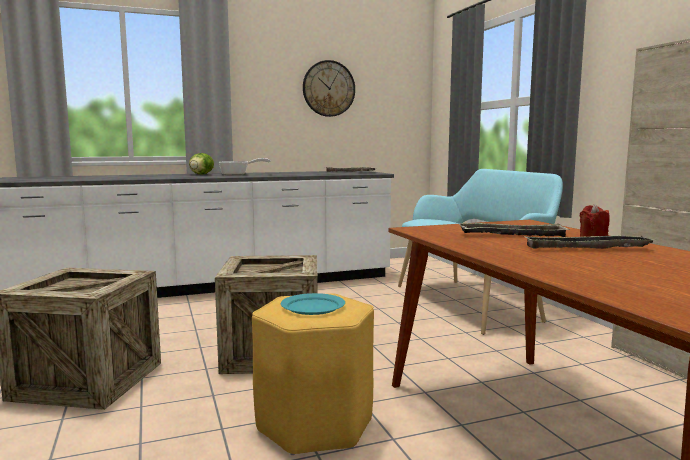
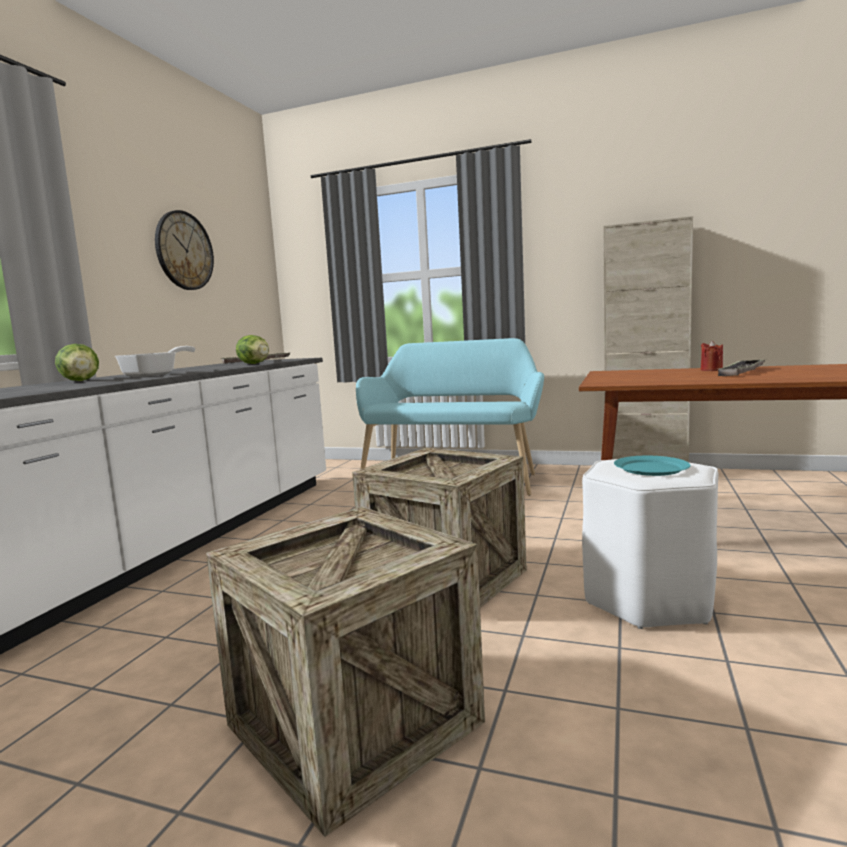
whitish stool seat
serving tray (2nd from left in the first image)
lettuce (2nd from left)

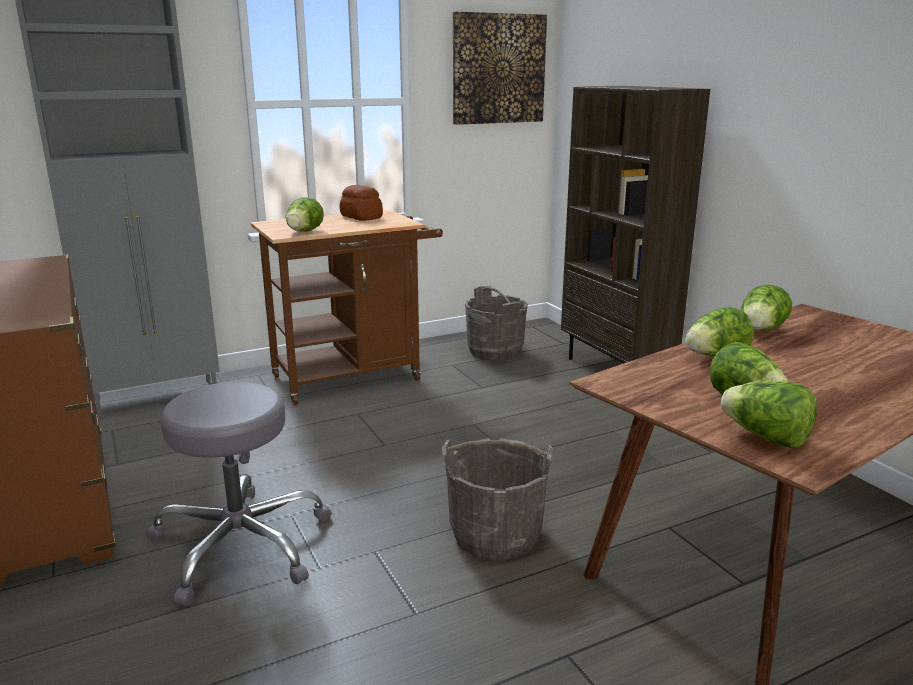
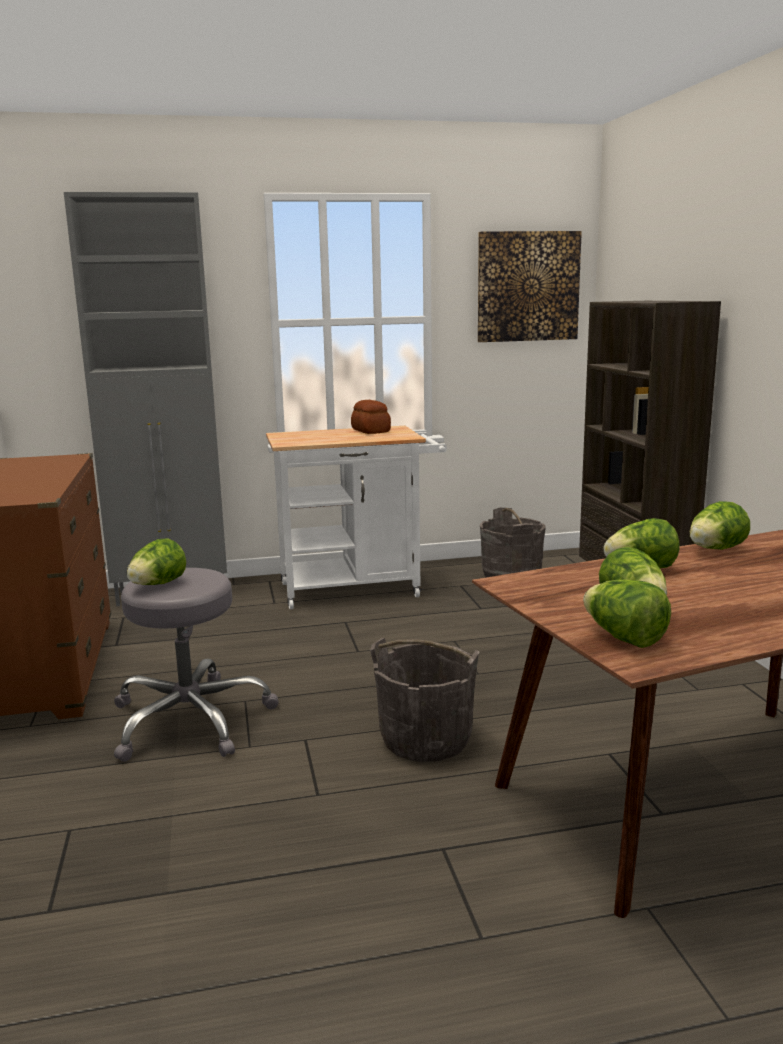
whitish cart
lettuce (1st from left)

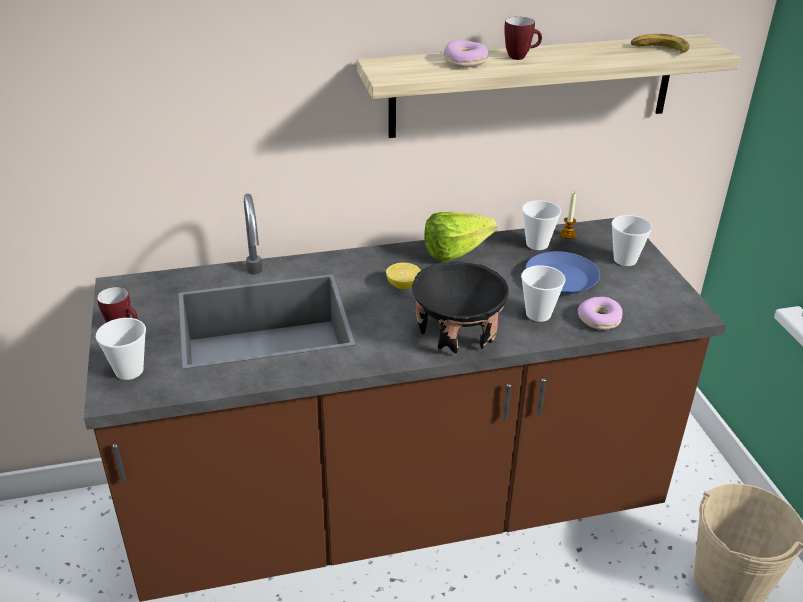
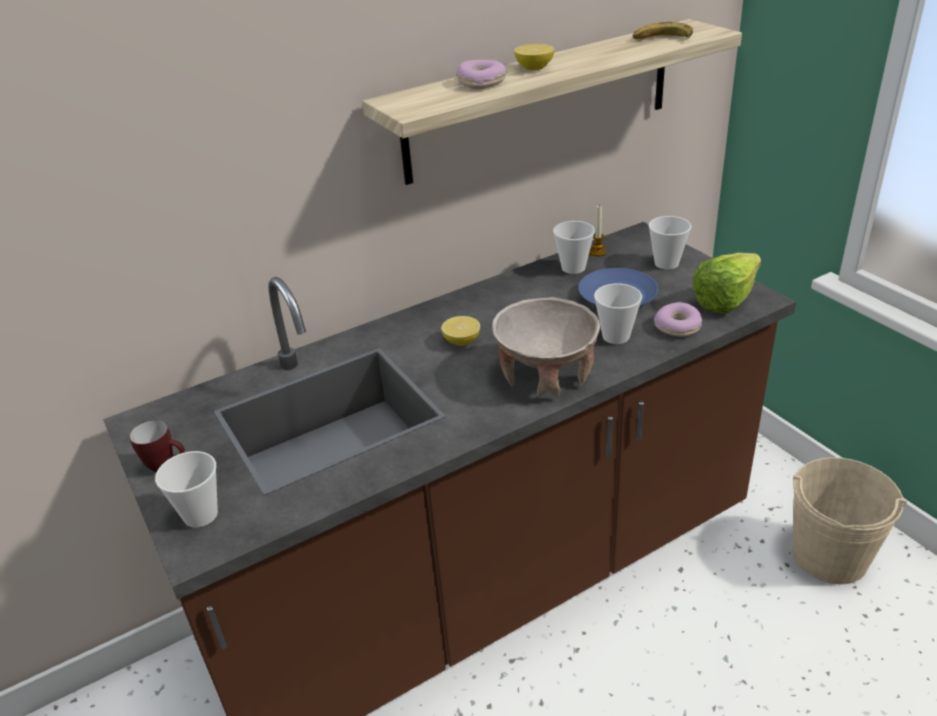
beige-coloured deep dish
lettuce
lemon (2nd from left)

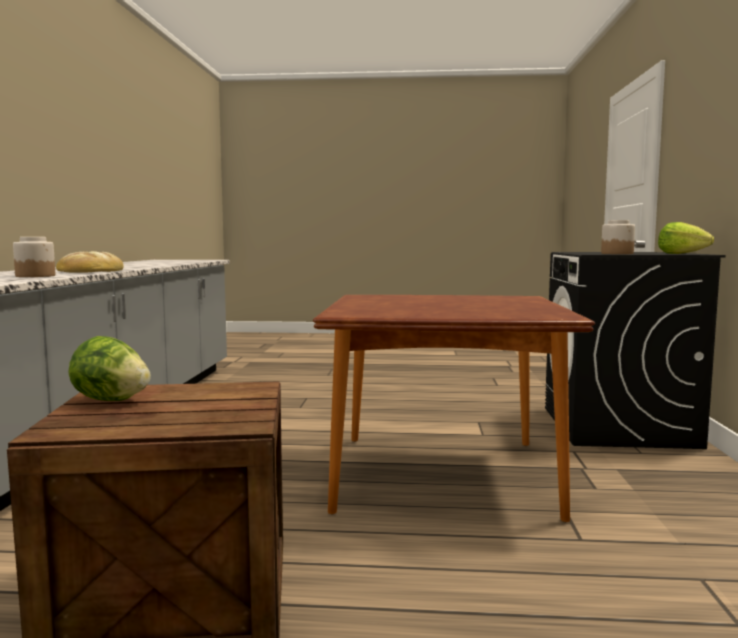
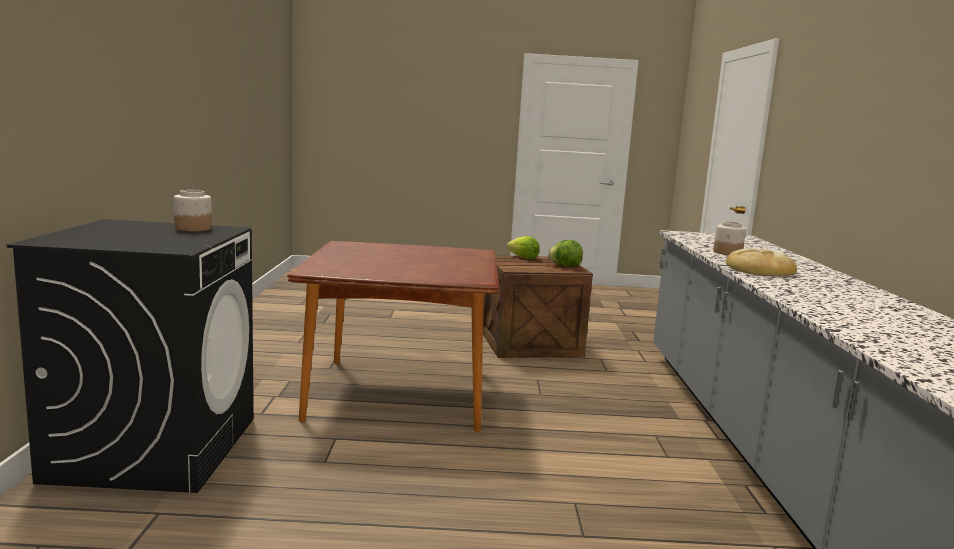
lettuce (1st from left)

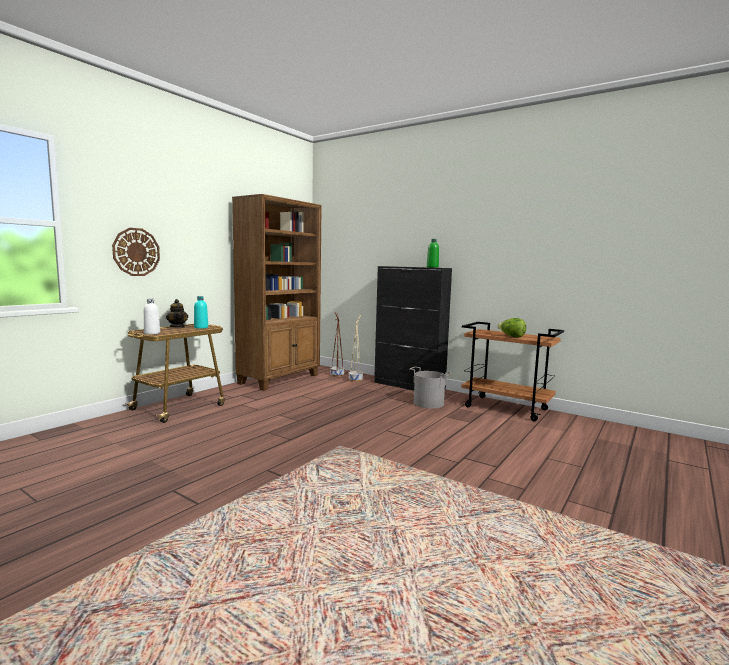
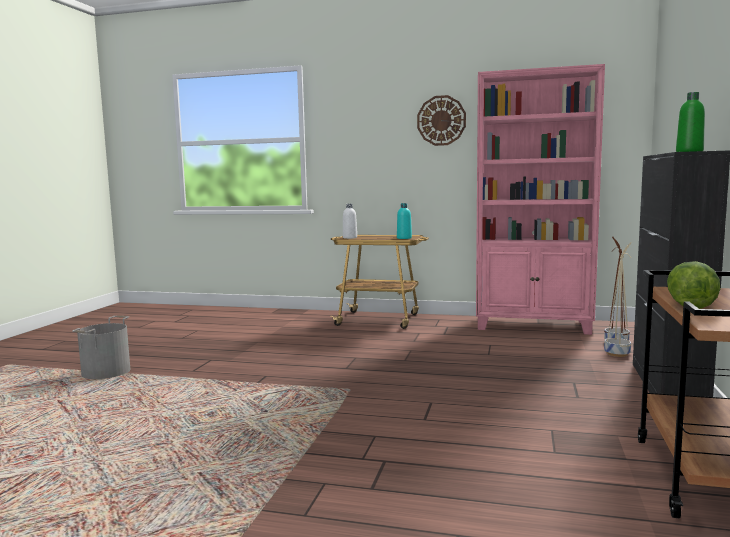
hanging clock
teapot
pinkish bookshelf
greyish water bucket

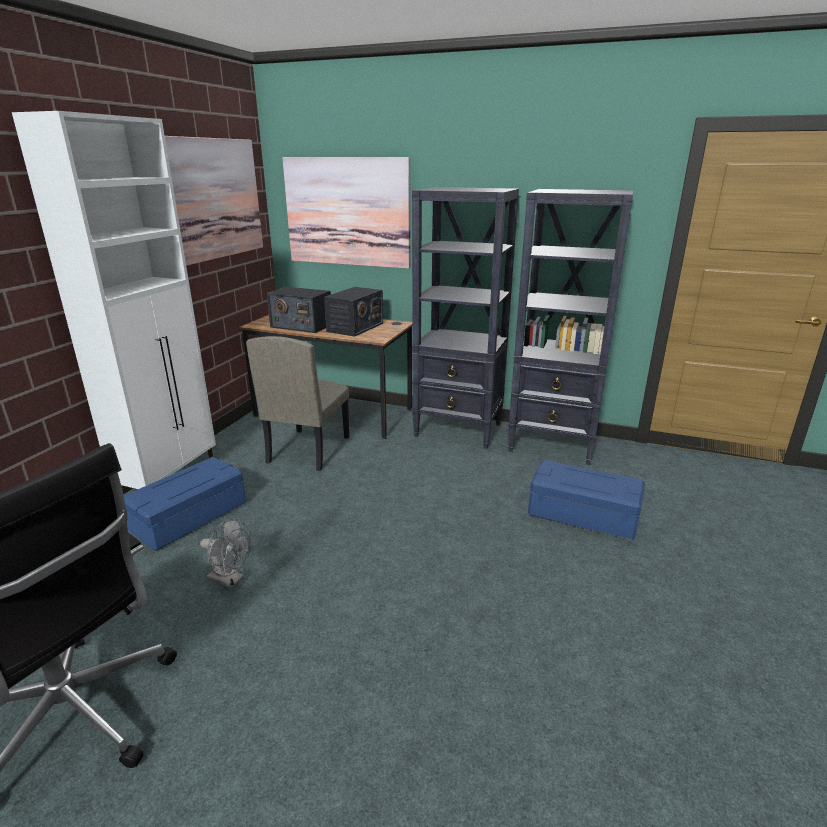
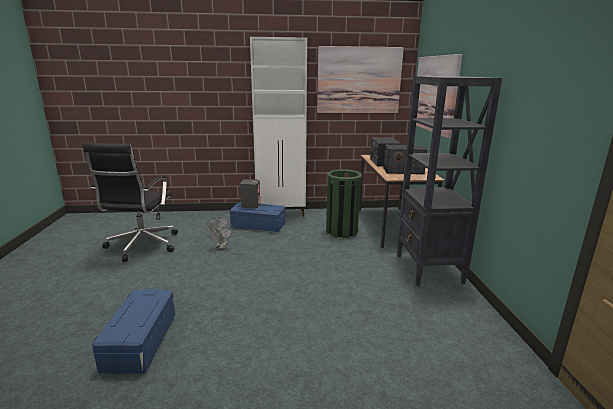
green-coloured trash can
black bookshelf (2nd from left in the first image)
bluish storage box (1st from left)
greyish audio speaker

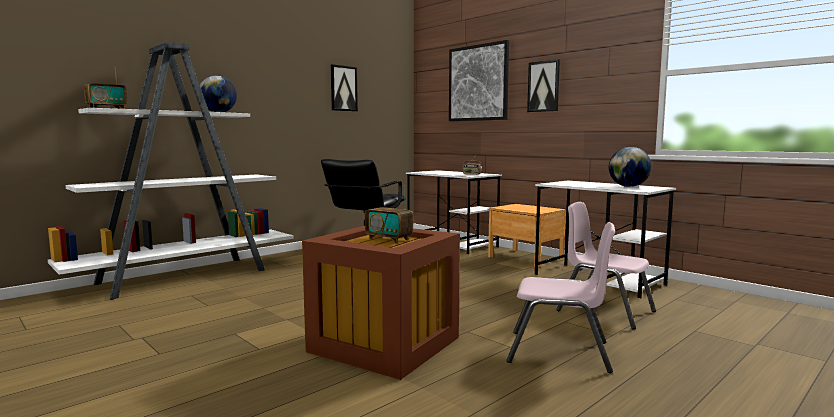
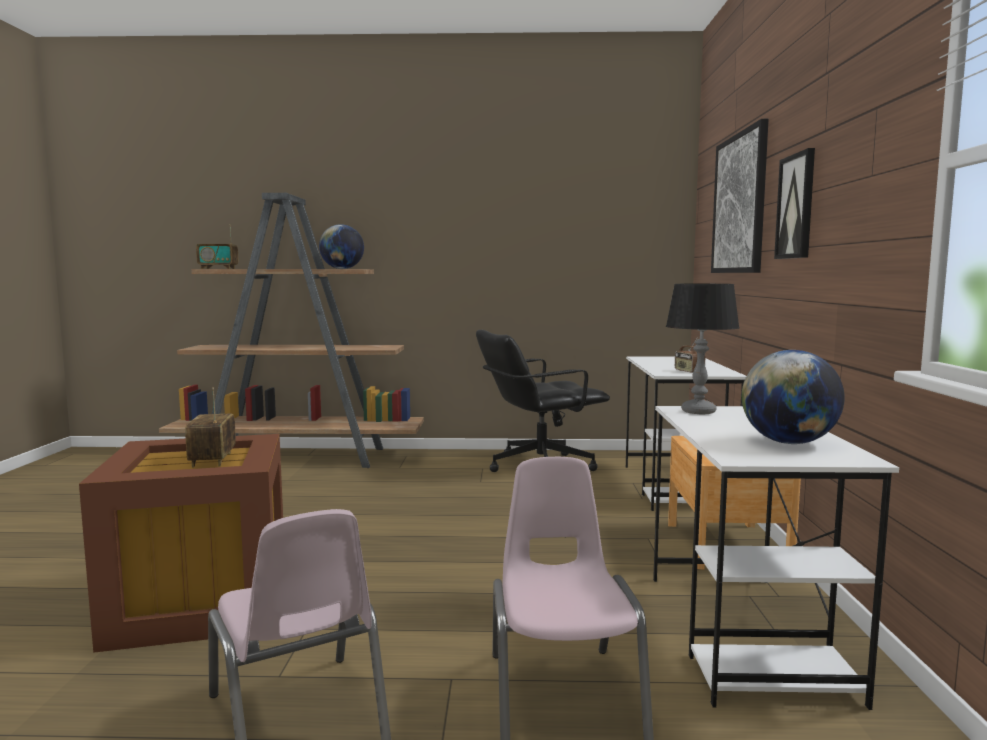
brown-coloured bookshelf
picture (1st from left in the first image)
table lamp

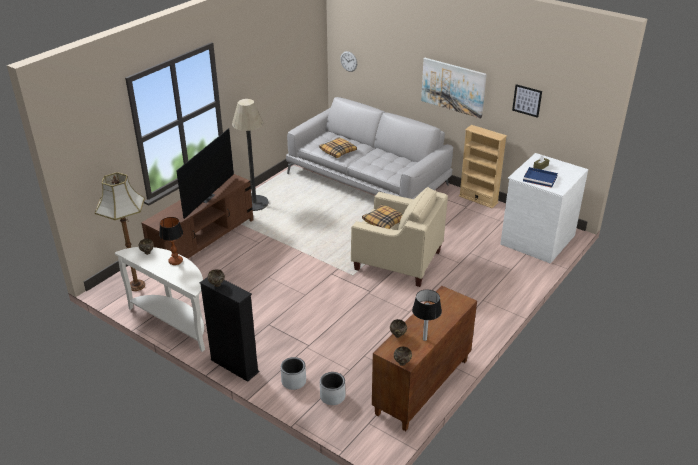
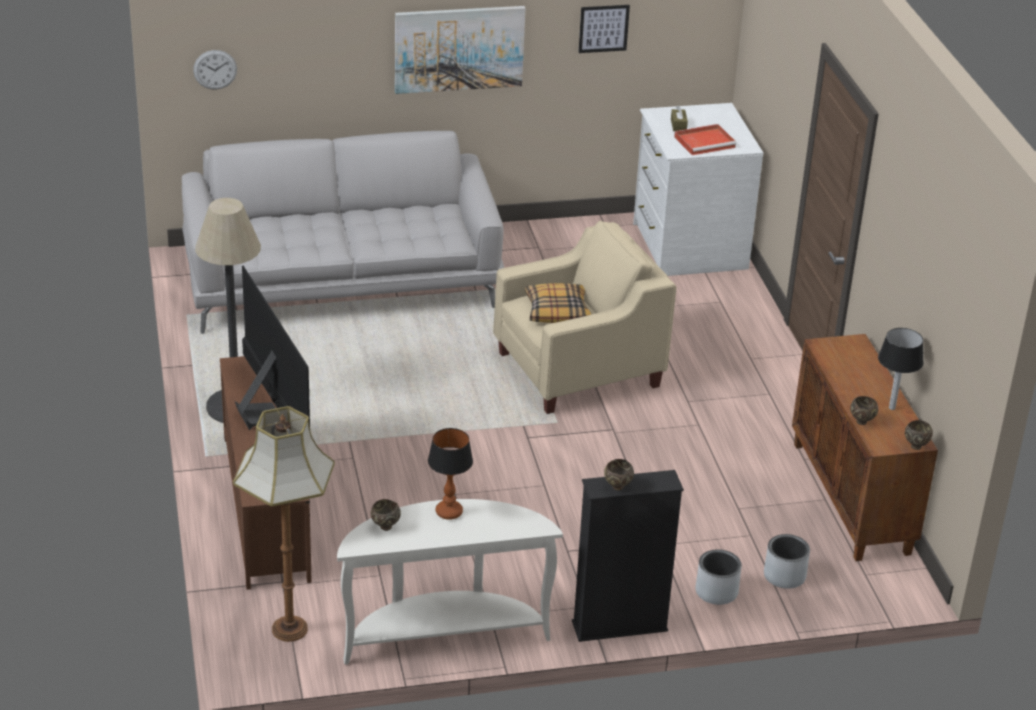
cushion (1st from left in the first image)
beige-coloured bookshelf
red-coloured serving tray

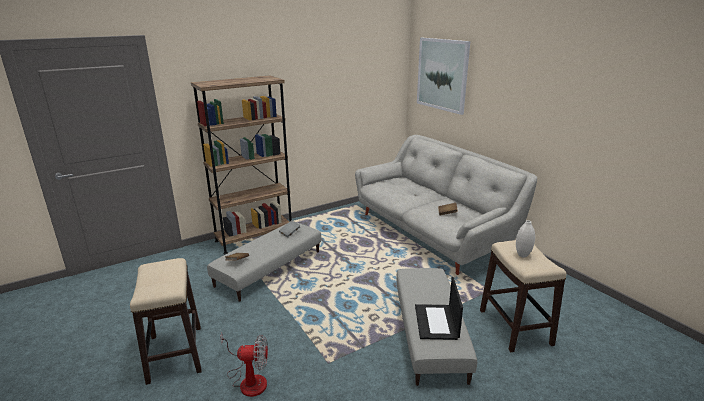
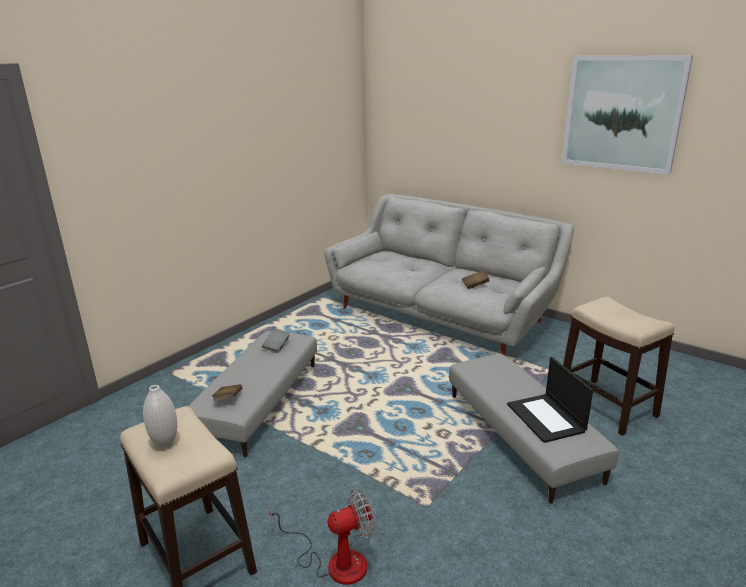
brown-coloured bookshelf
picture
whitish flower vase

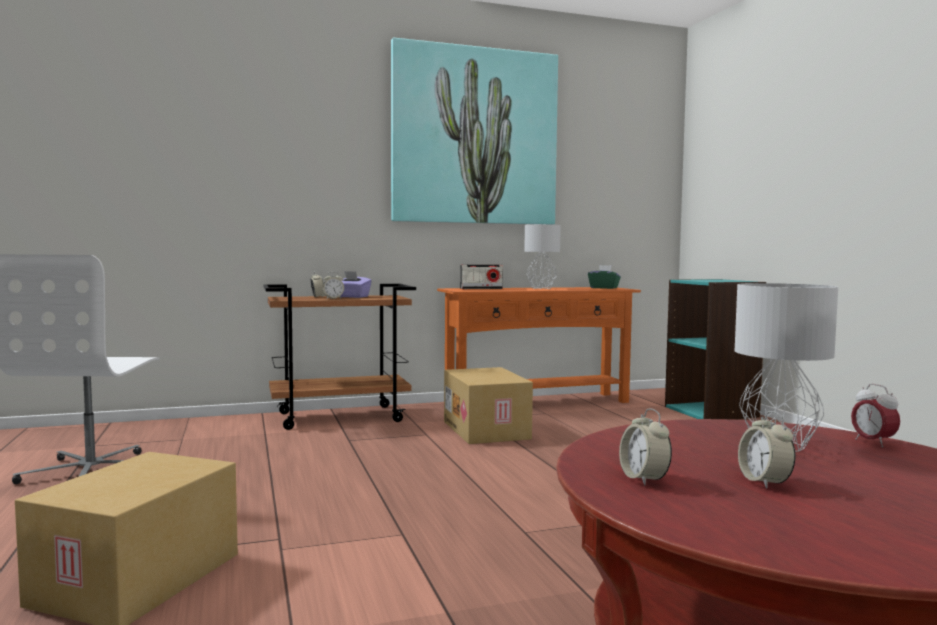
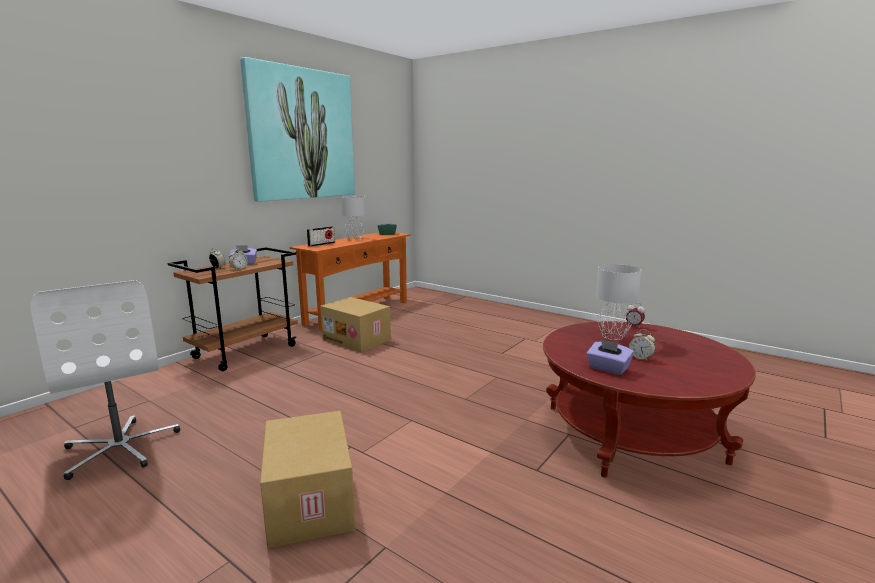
purplish box of tissues (2nd from left)
turquoise-coloured bookshelf

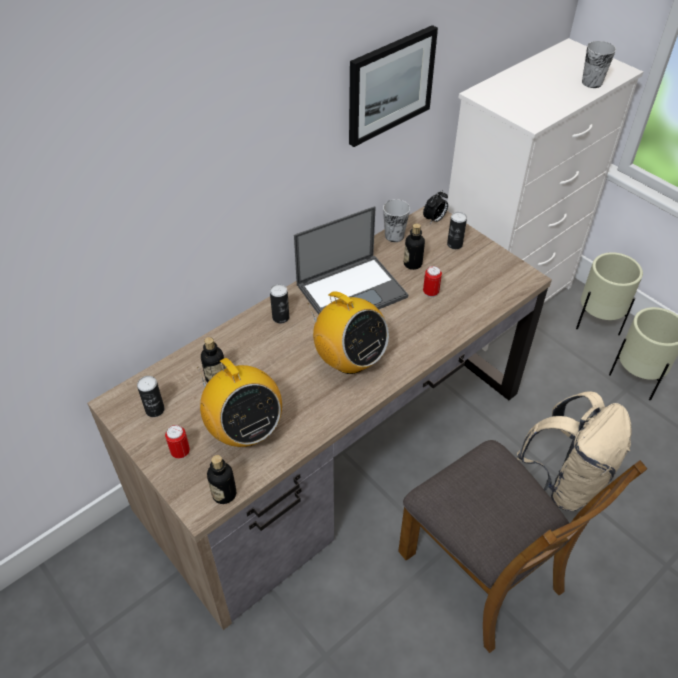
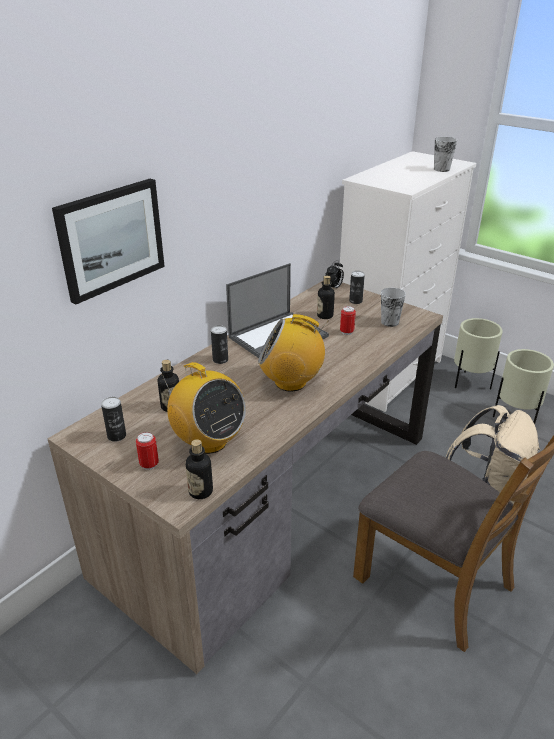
radio (2nd from left)
picture
cup (1st from left)

